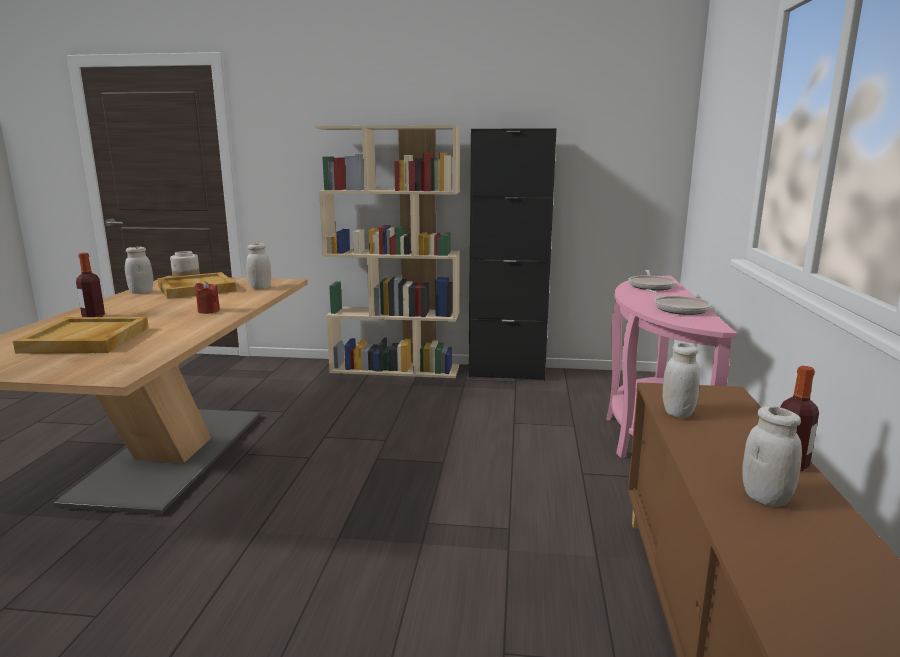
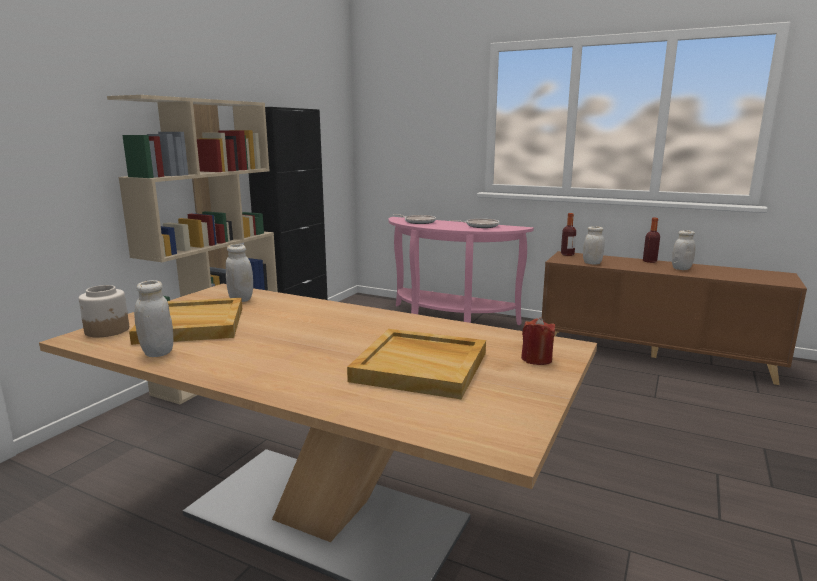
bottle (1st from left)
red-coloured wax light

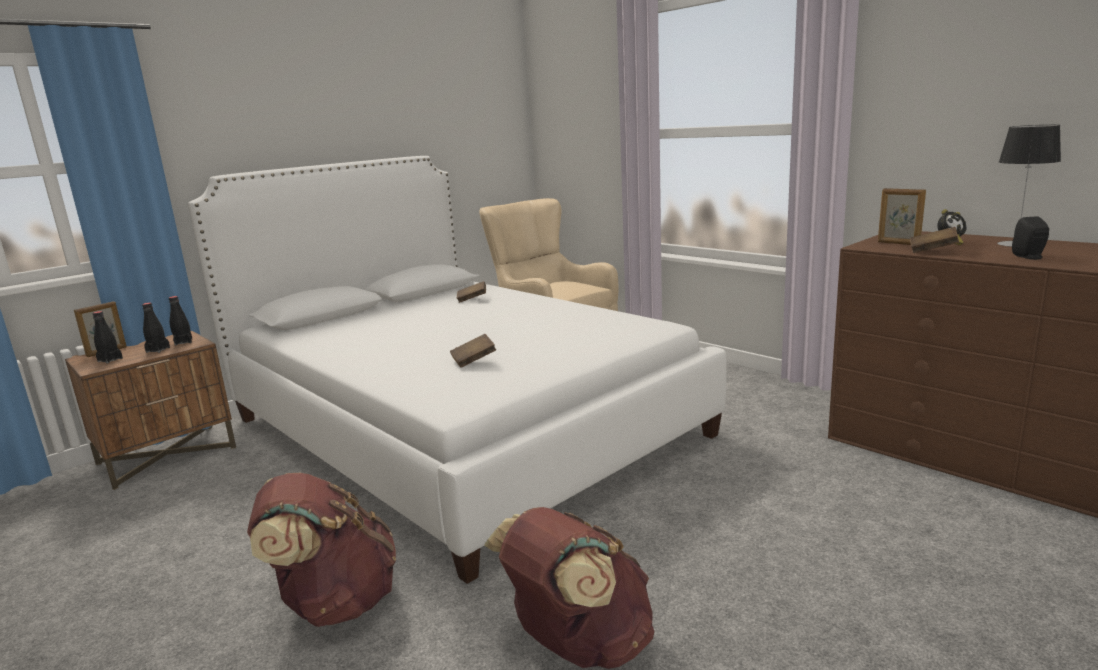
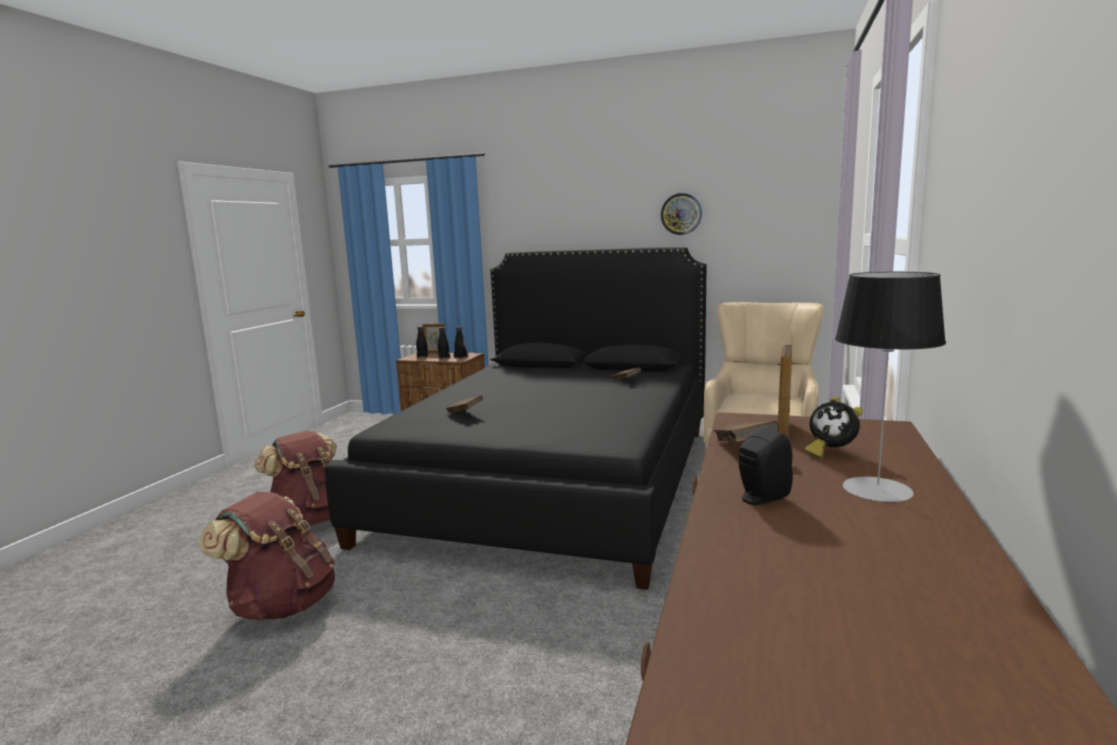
black sleeping bed
hanging clock

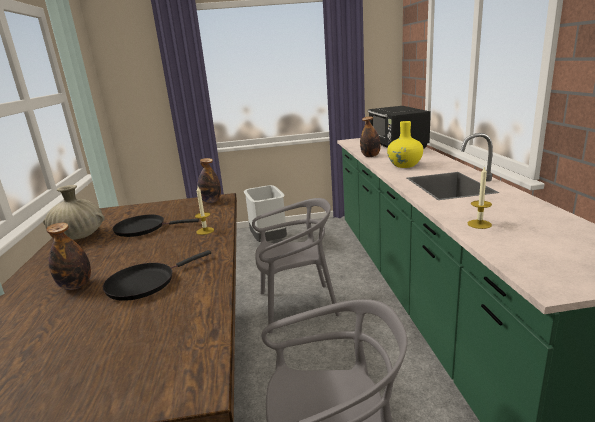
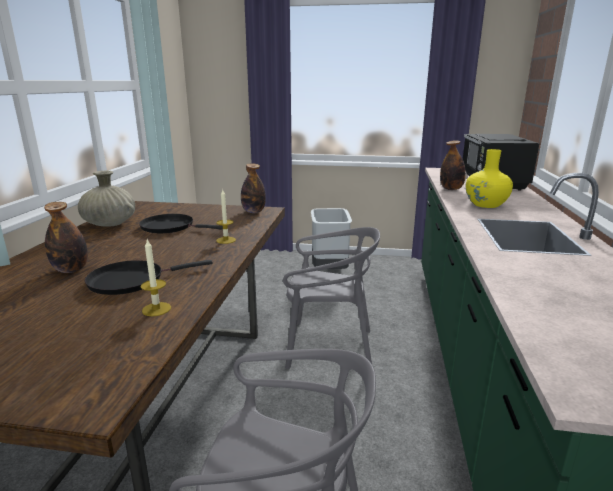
wax light (1st from left)

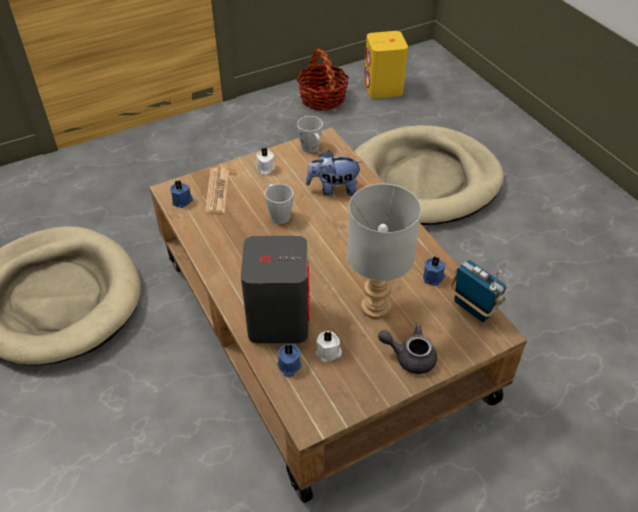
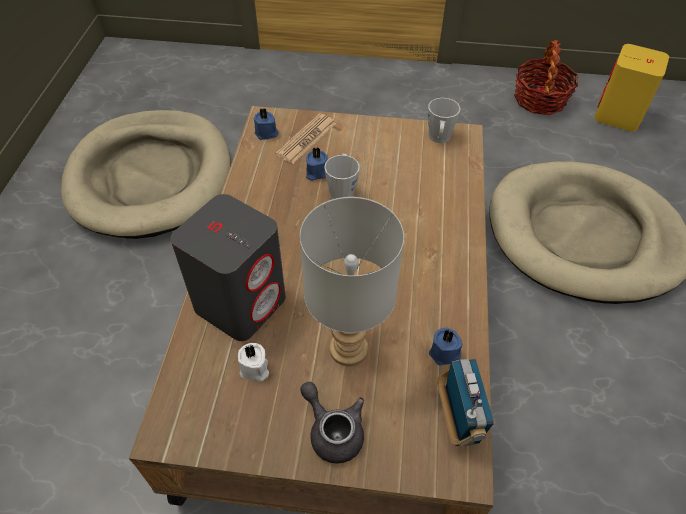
whitish wax light (1st from left in the first image)
bluish wax light (2nd from left)
plush toy

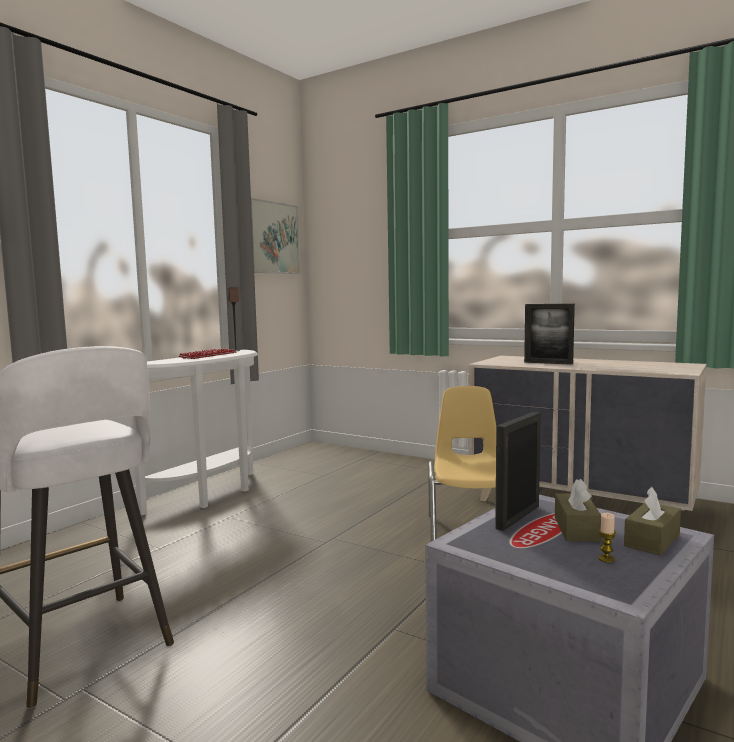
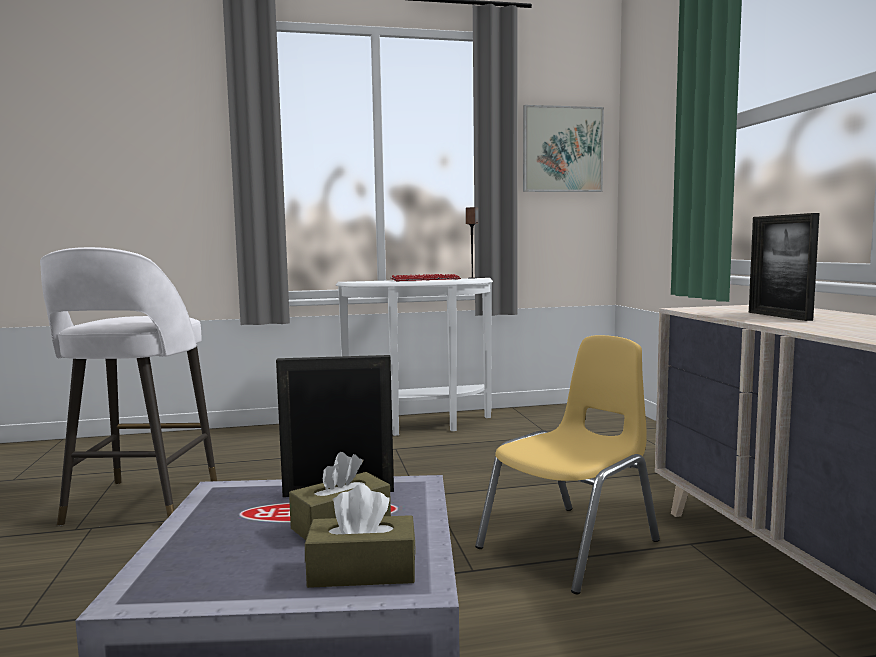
wax light

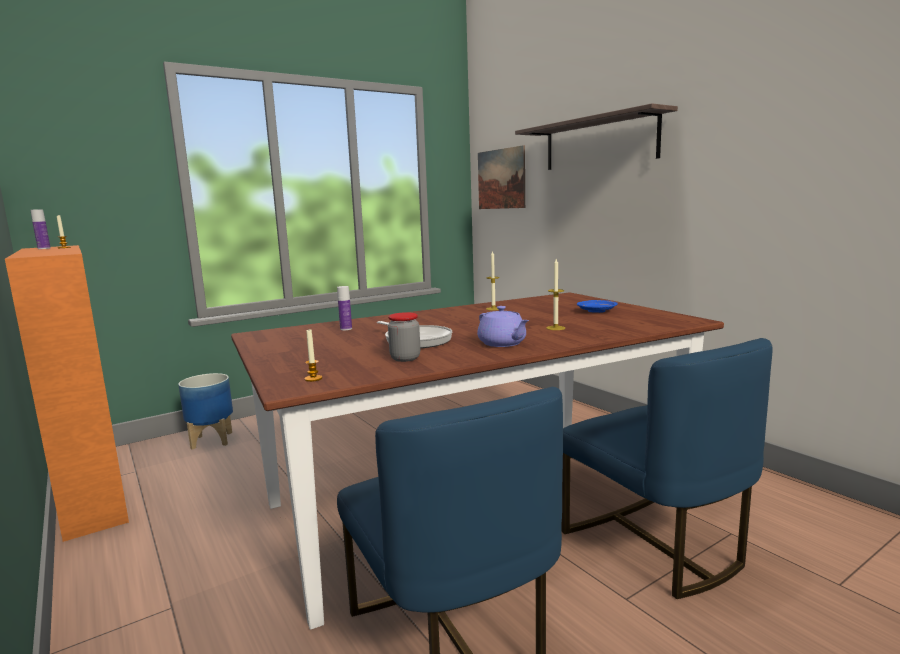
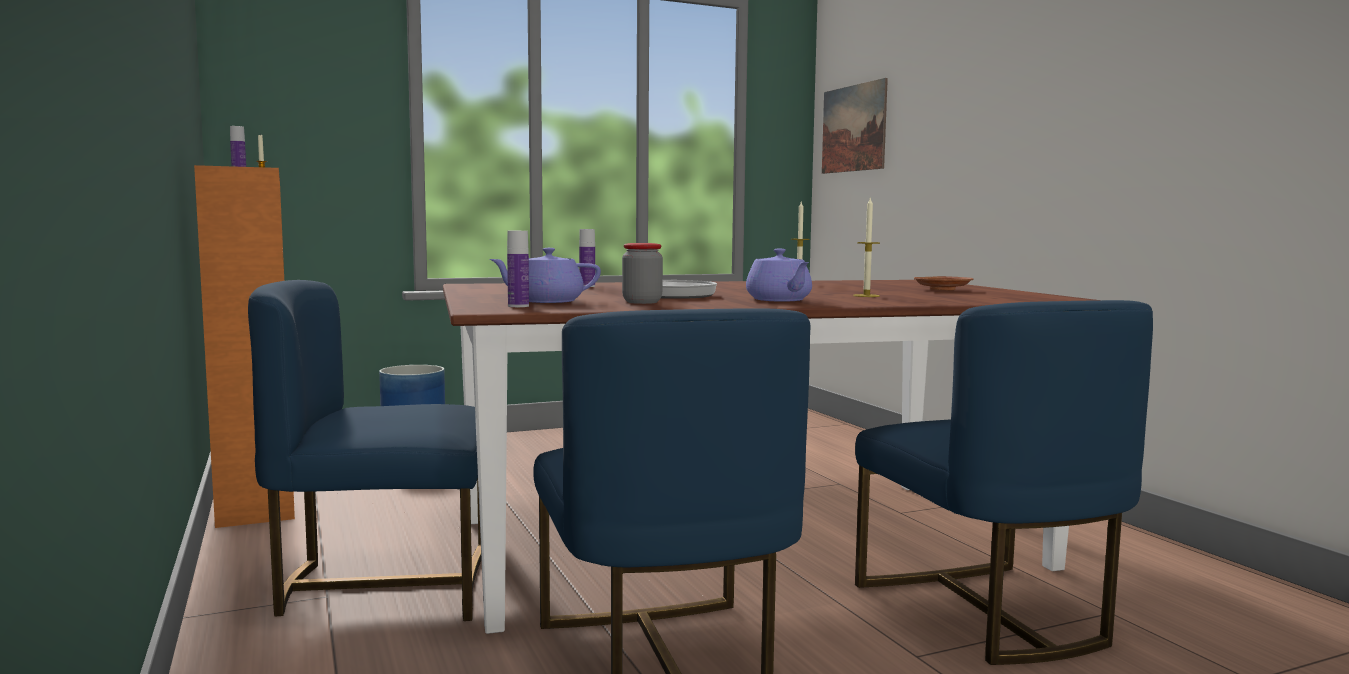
bottle (2nd from left)
bracket shelf
brown-coloured plate
bluish chair (1st from left)
purplish teapot (1st from left)

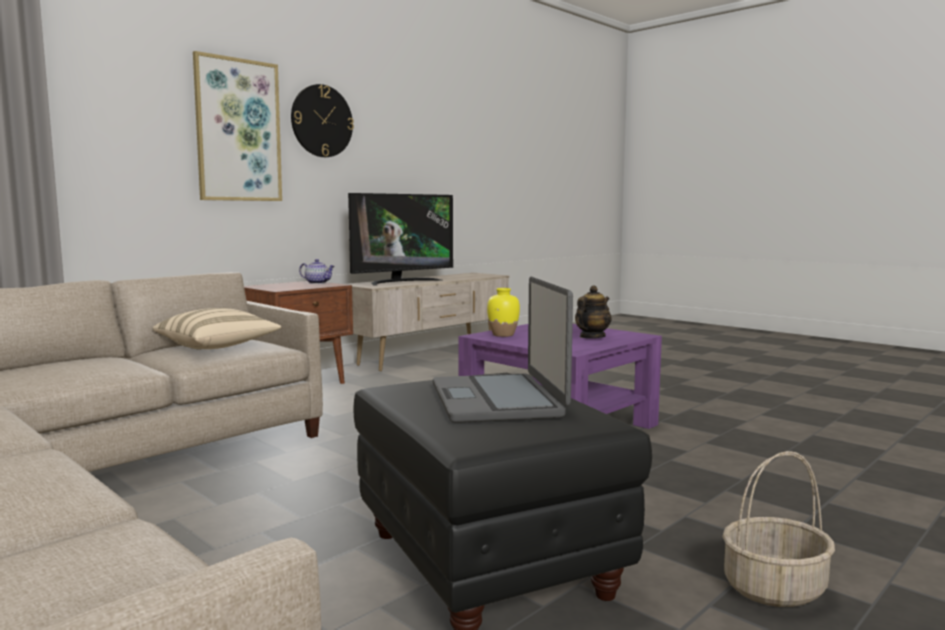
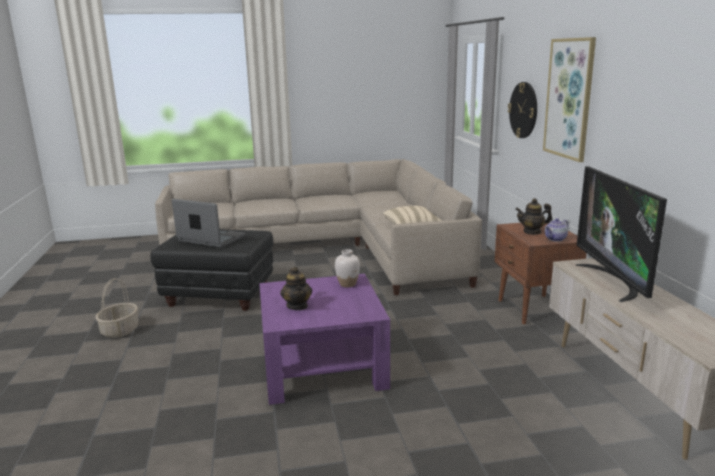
hanging clock
whitish flower vase
teapot (2nd from left)

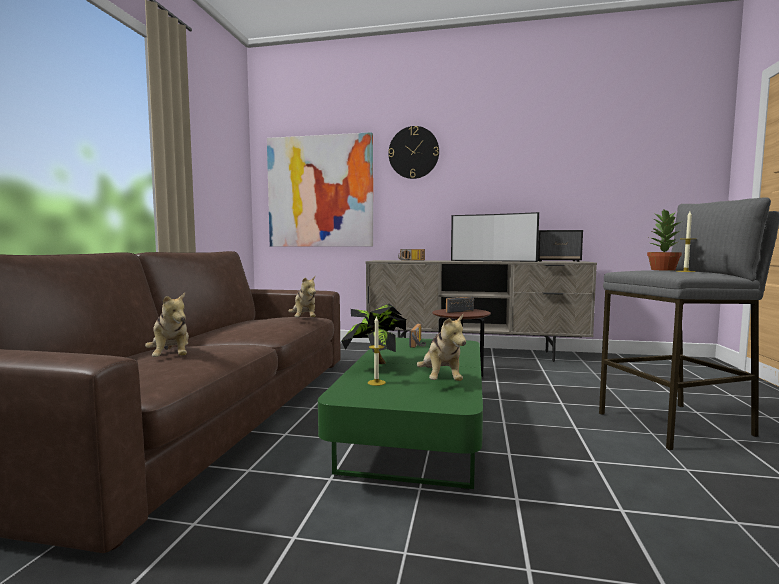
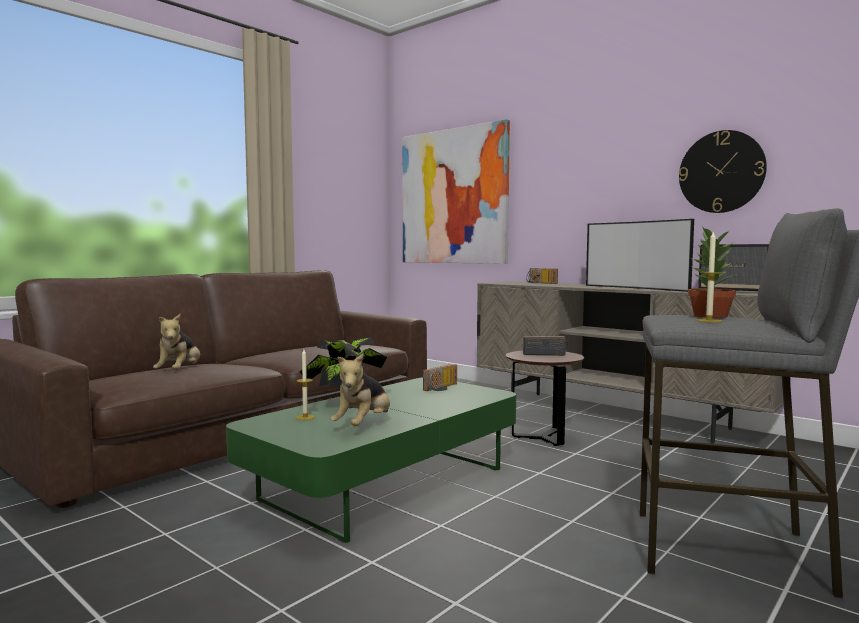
plush toy (2nd from left in the first image)
hanging clock

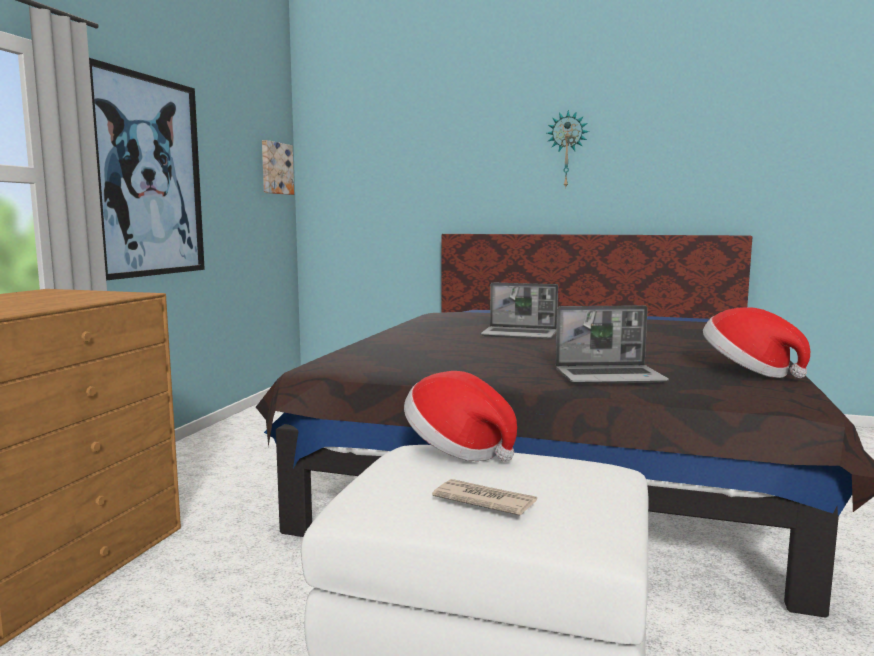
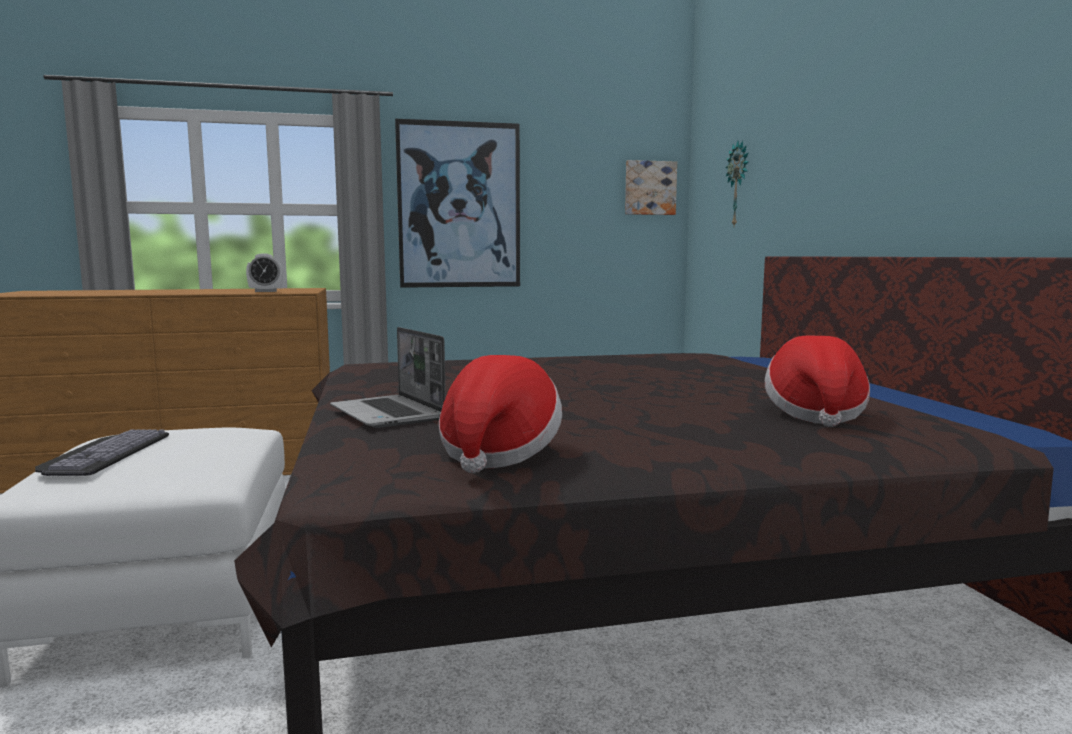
wearable hat (2nd from left)
keyboard
laptop (1st from left in the first image)
hanging clock
table clock

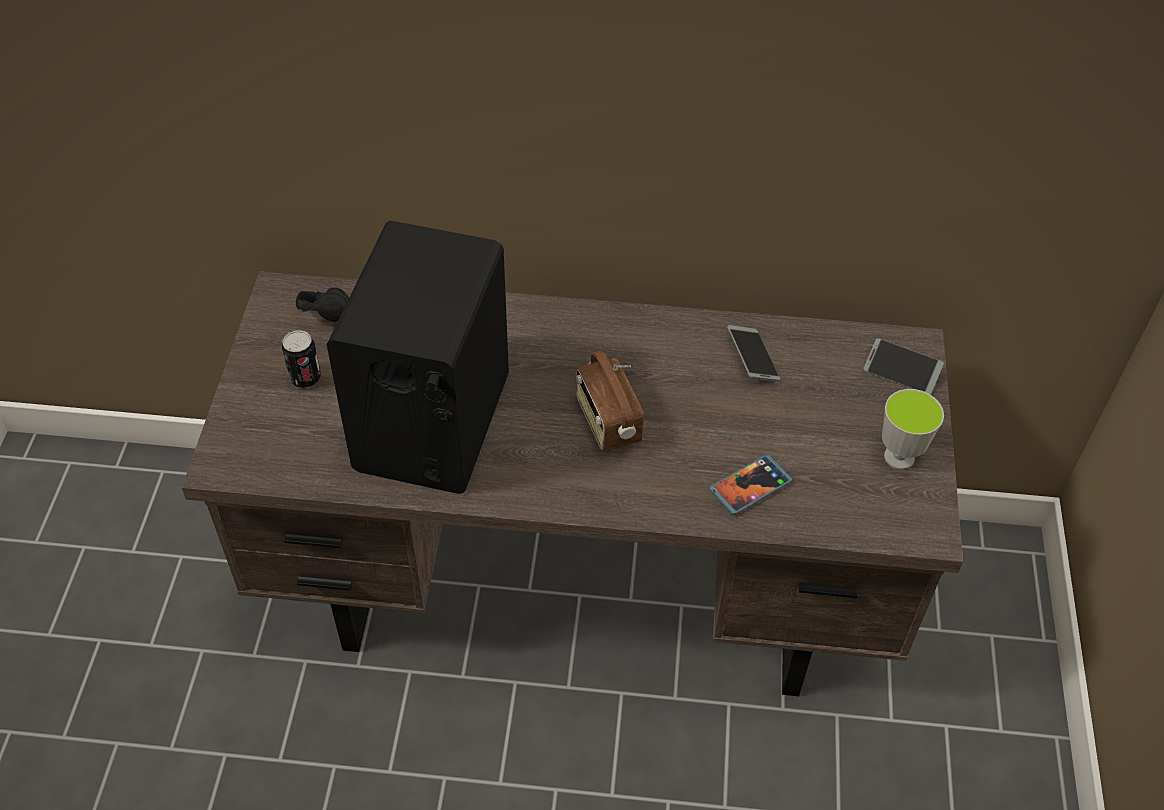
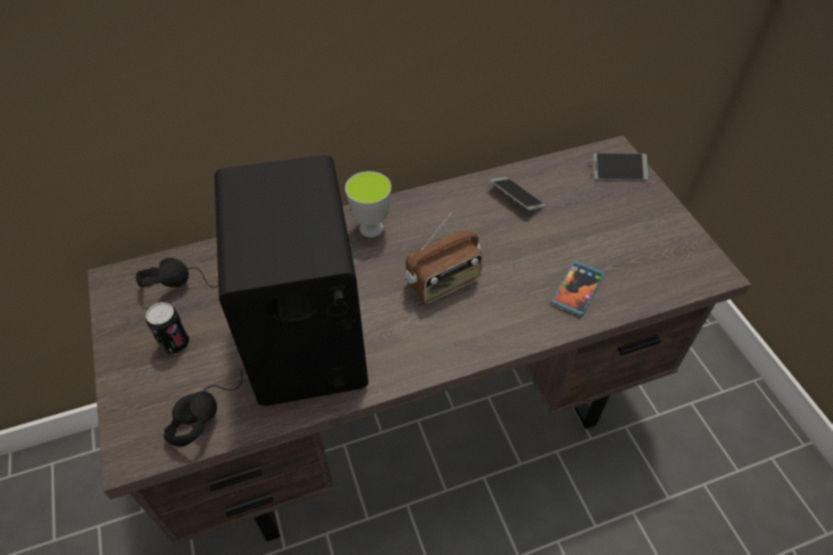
radio
cup
black headphones (2nd from left)

